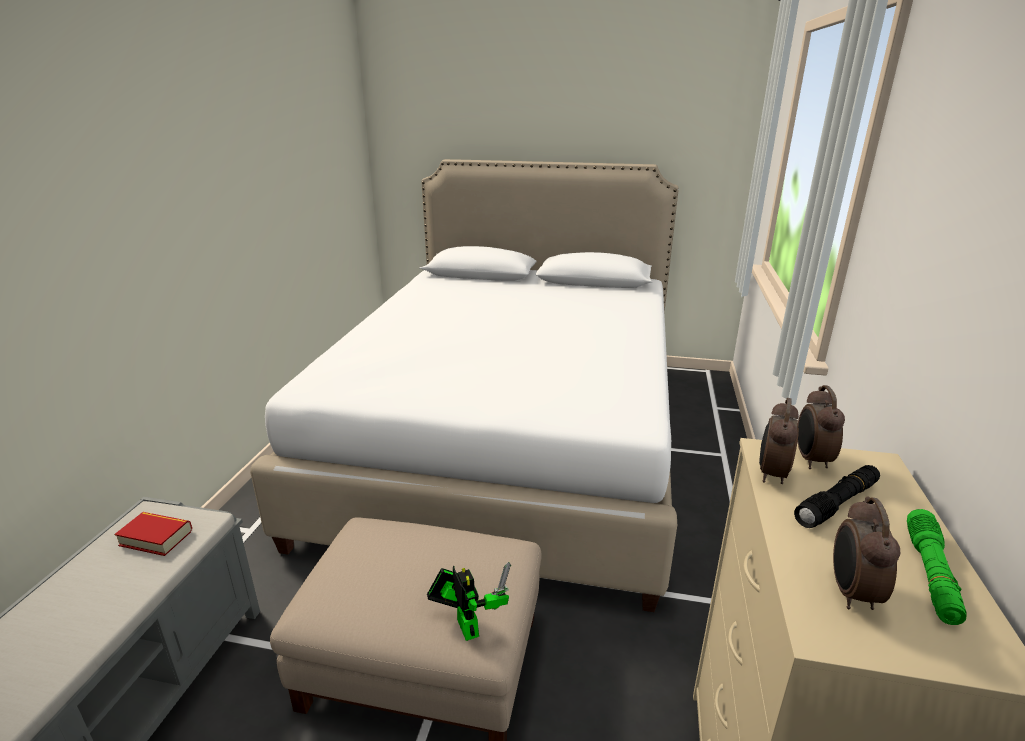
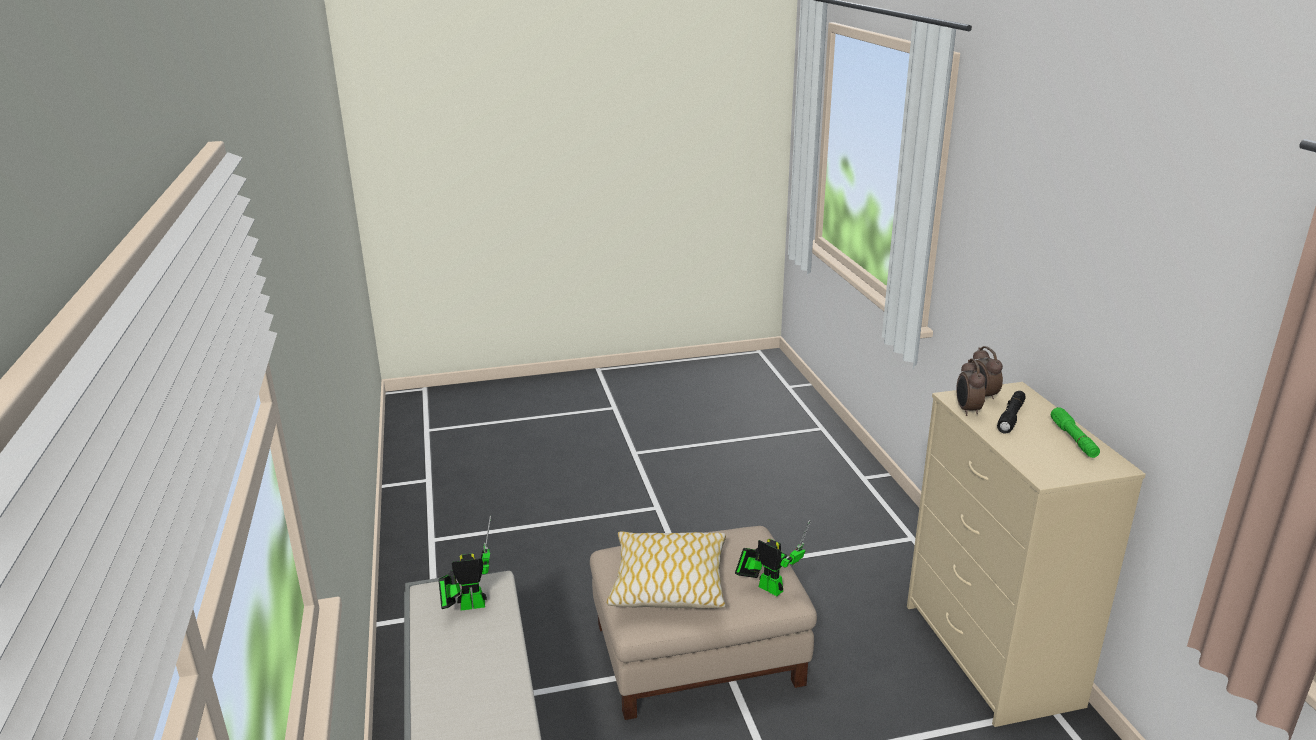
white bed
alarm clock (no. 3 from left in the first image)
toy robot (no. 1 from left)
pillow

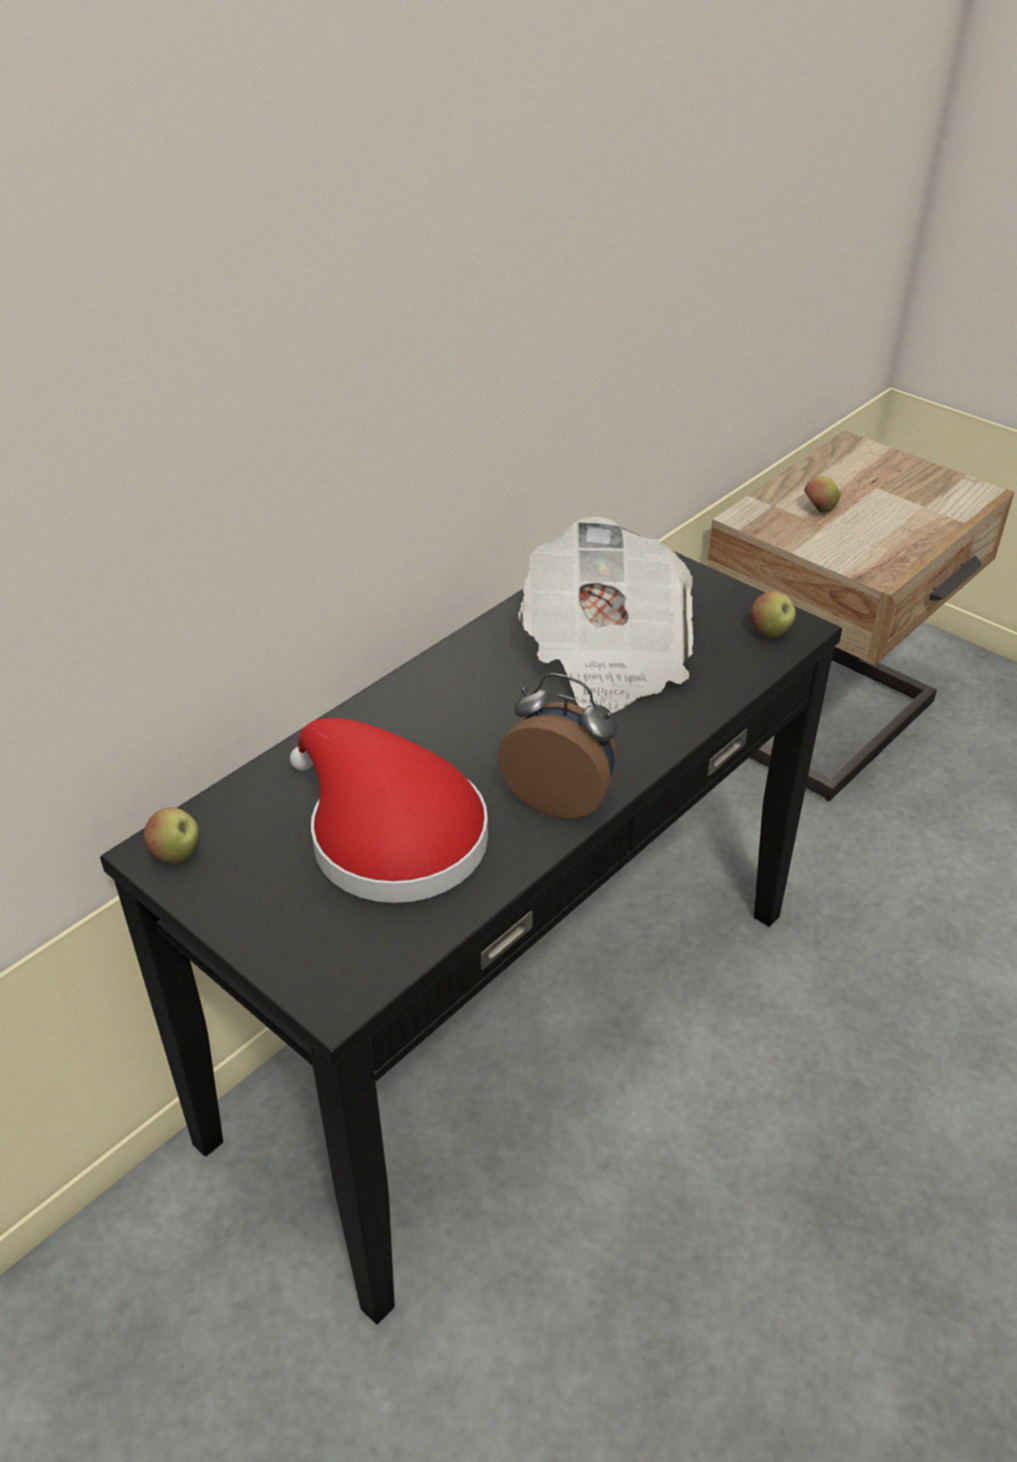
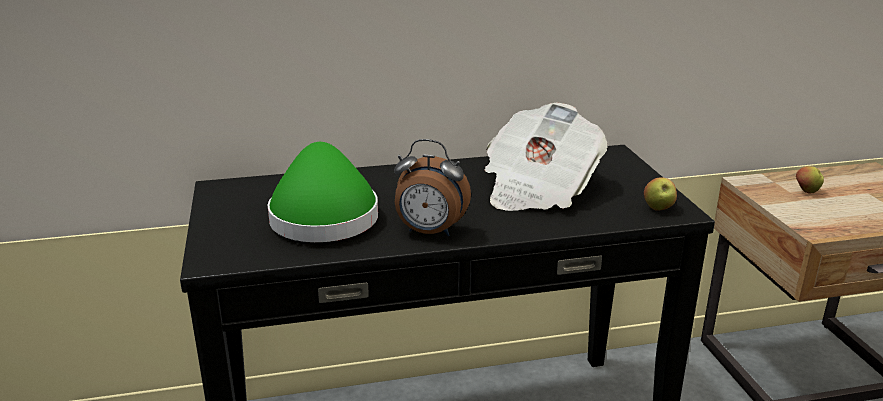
alarm clock
green hat
apple (no. 1 from left in the first image)

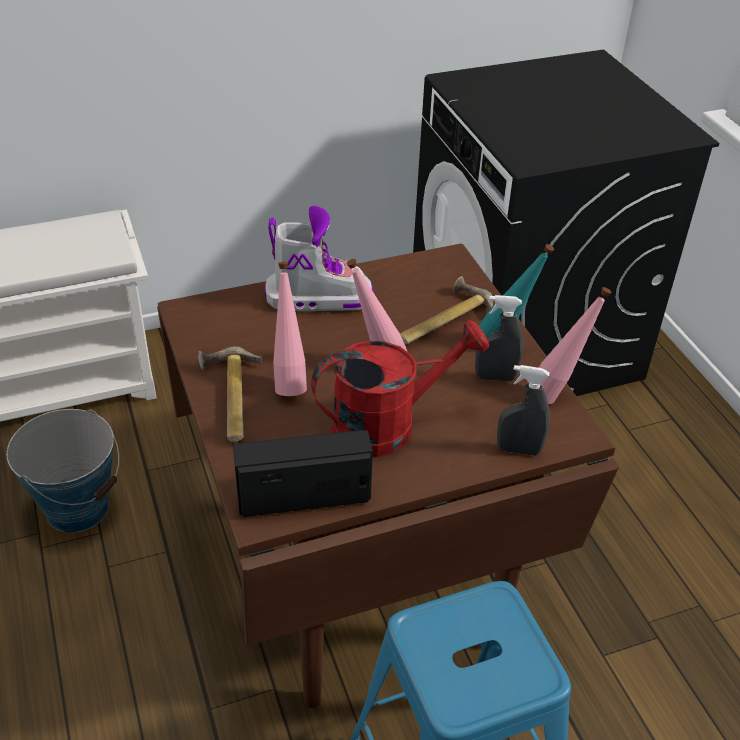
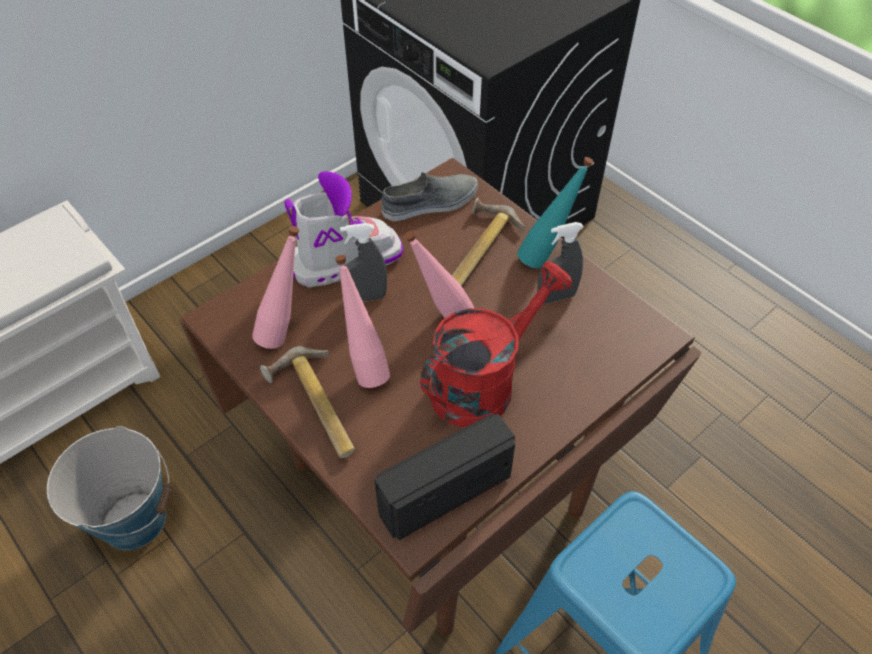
pink bottle (no. 1 from left)
grey spray bottle (no. 1 from left)
grey shoe

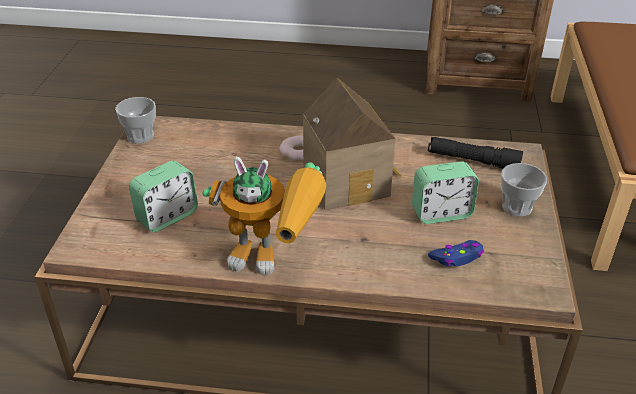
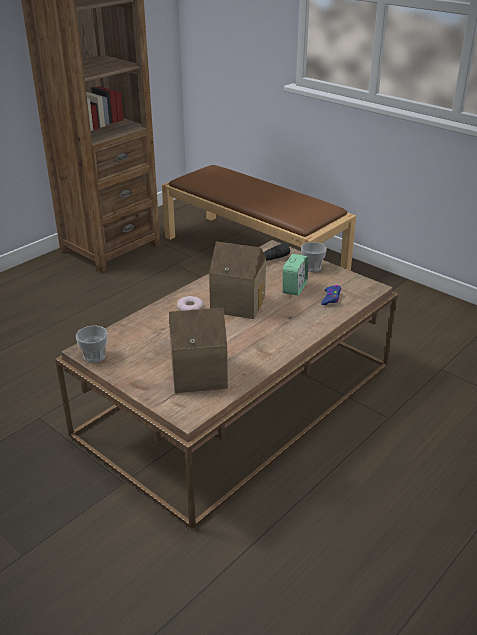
toy robot
toy house (no. 1 from left)

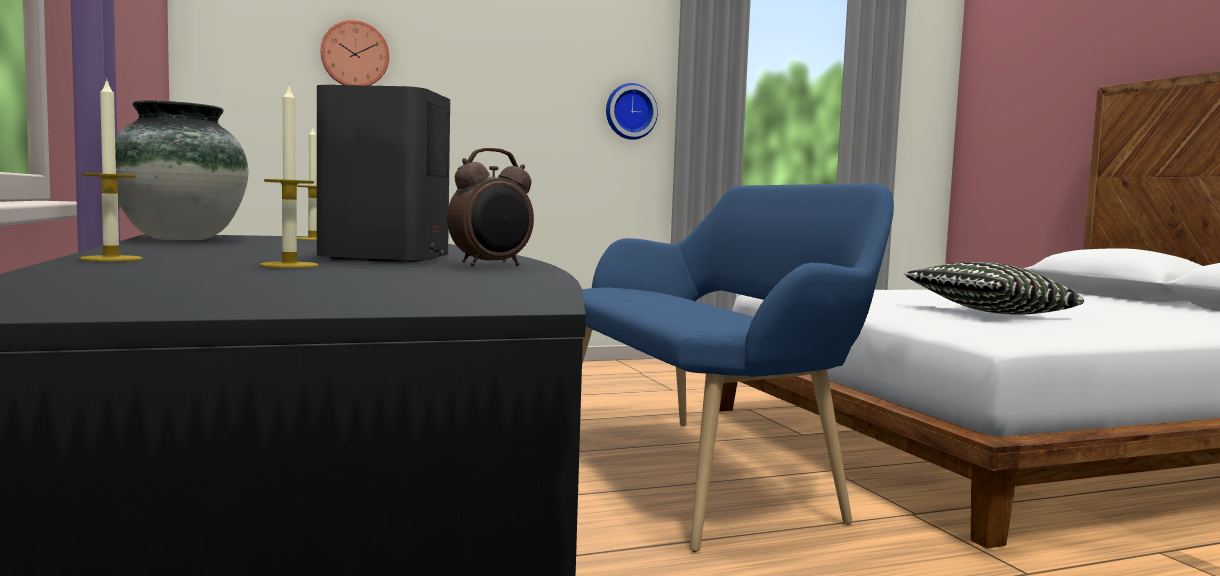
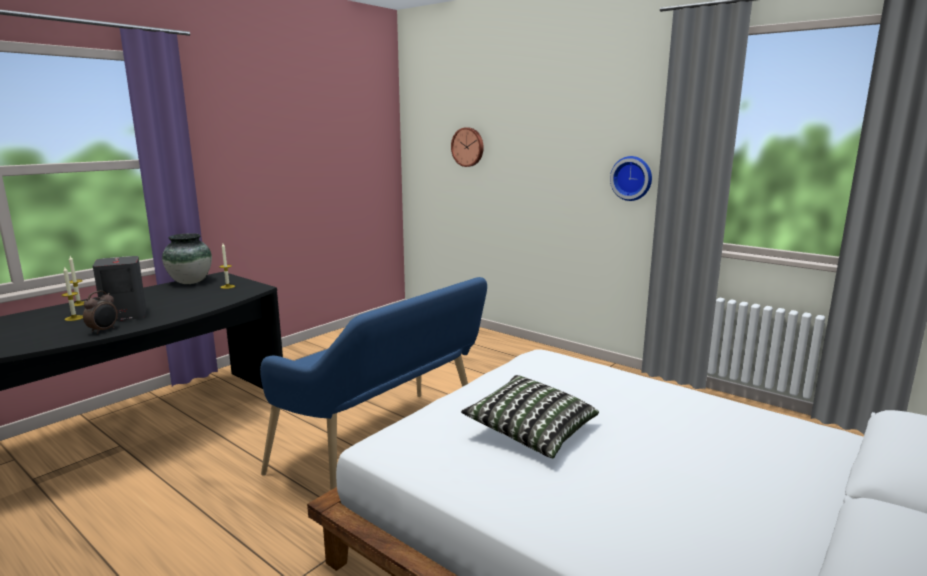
alarm clock

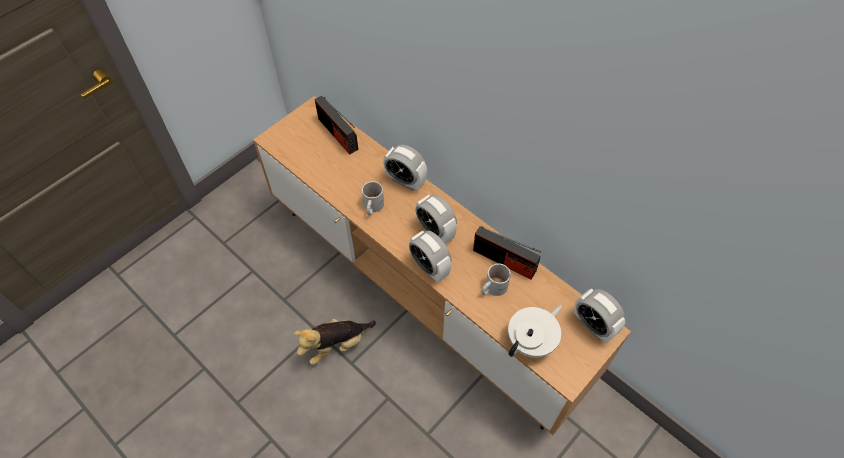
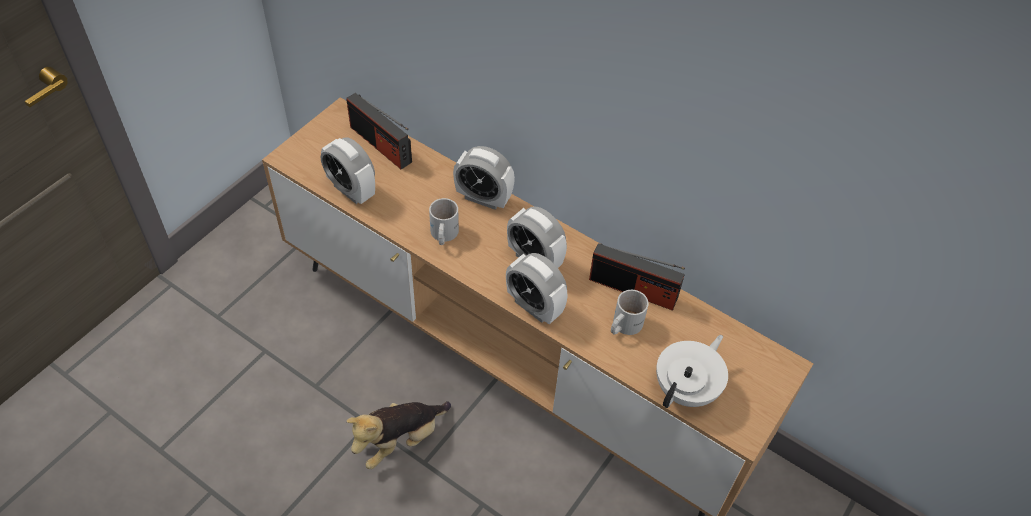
alarm clock (no. 1 from left)

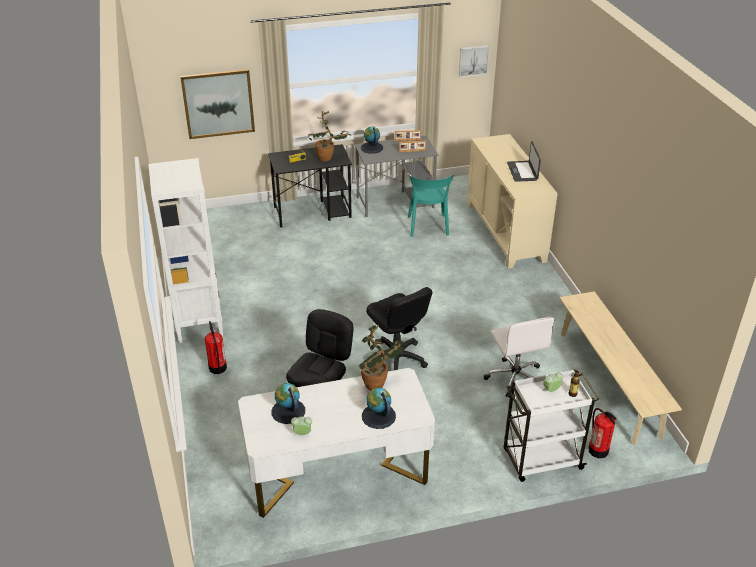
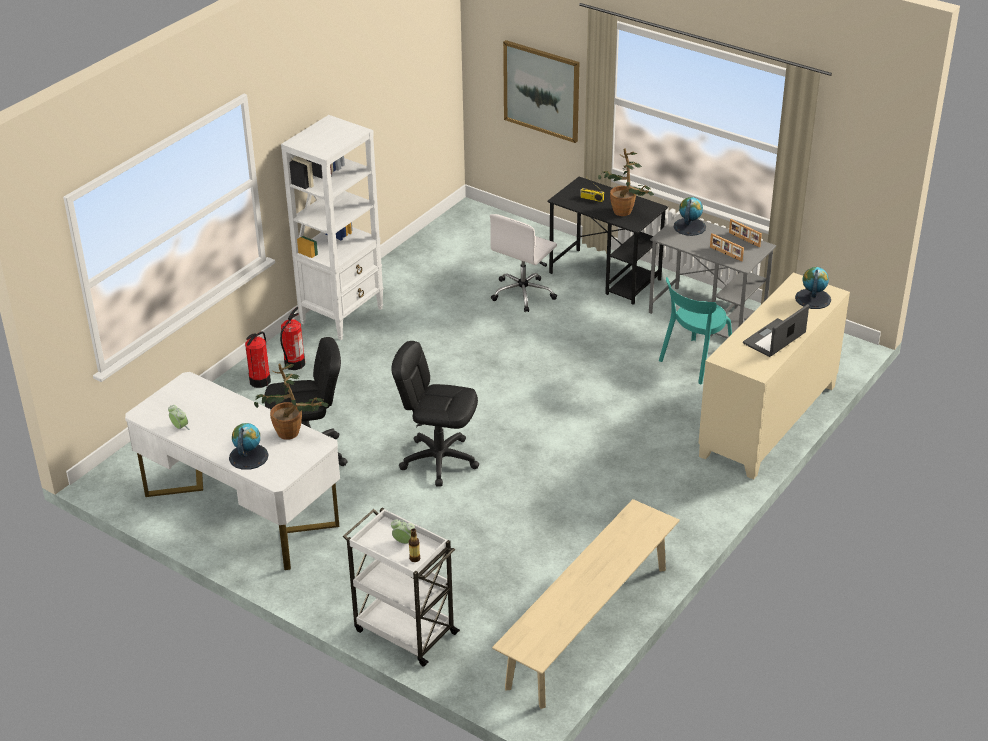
picture (no. 2 from left in the first image)
black office chair (no. 2 from left)
white office chair
globe (no. 3 from left)
fire extinguisher (no. 1 from left)

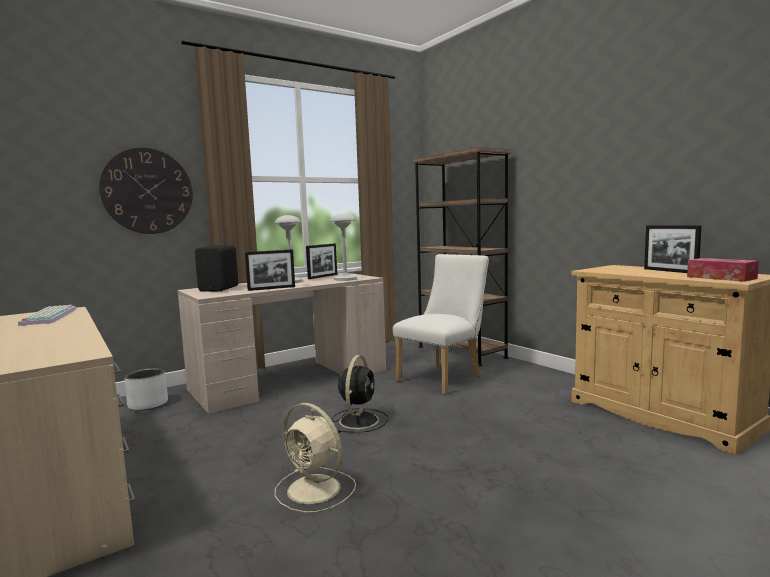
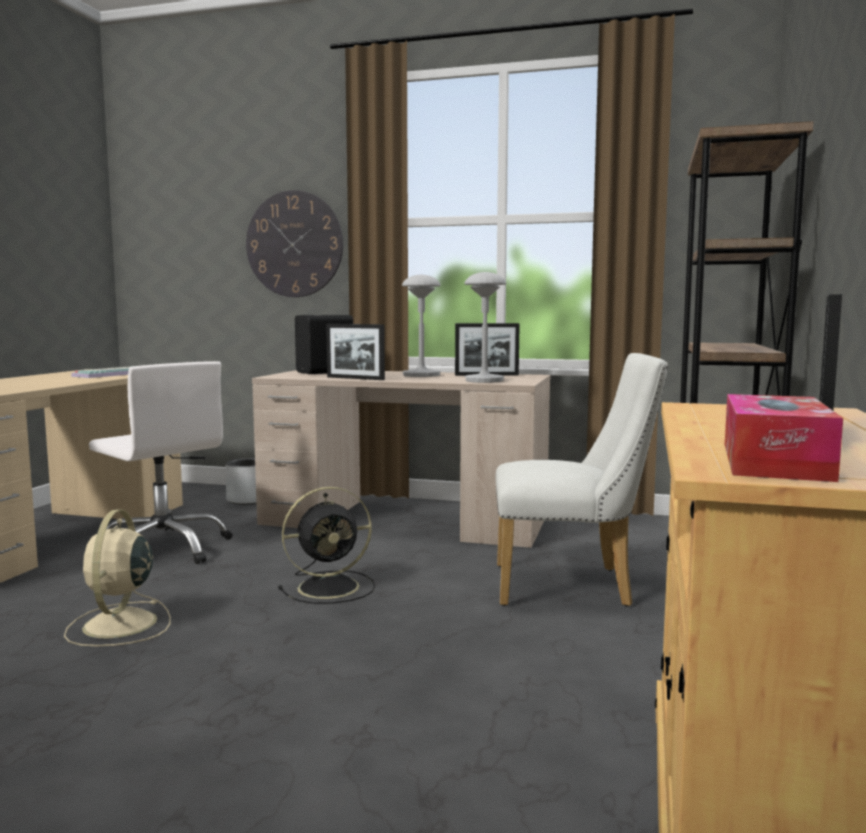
white office chair

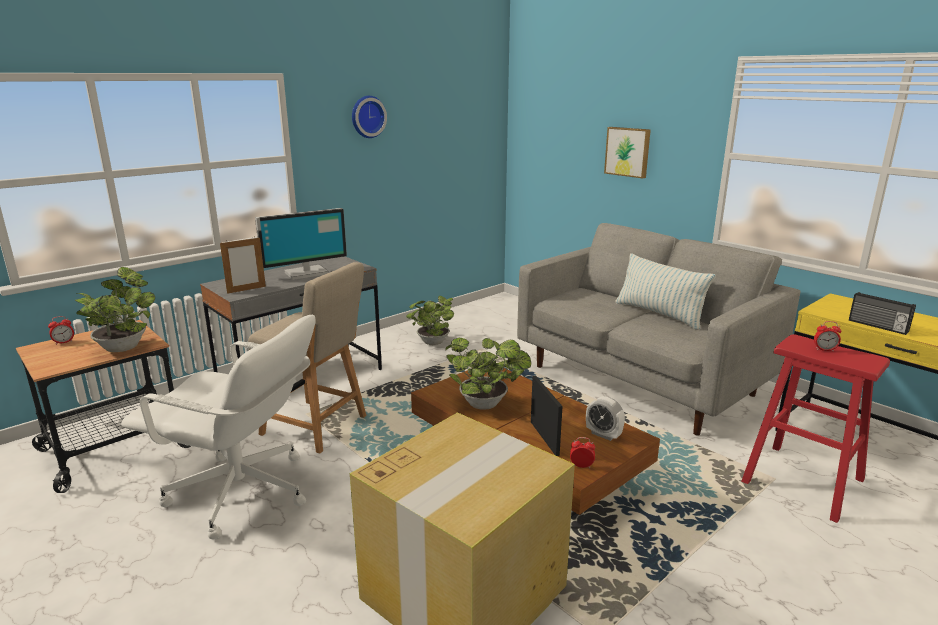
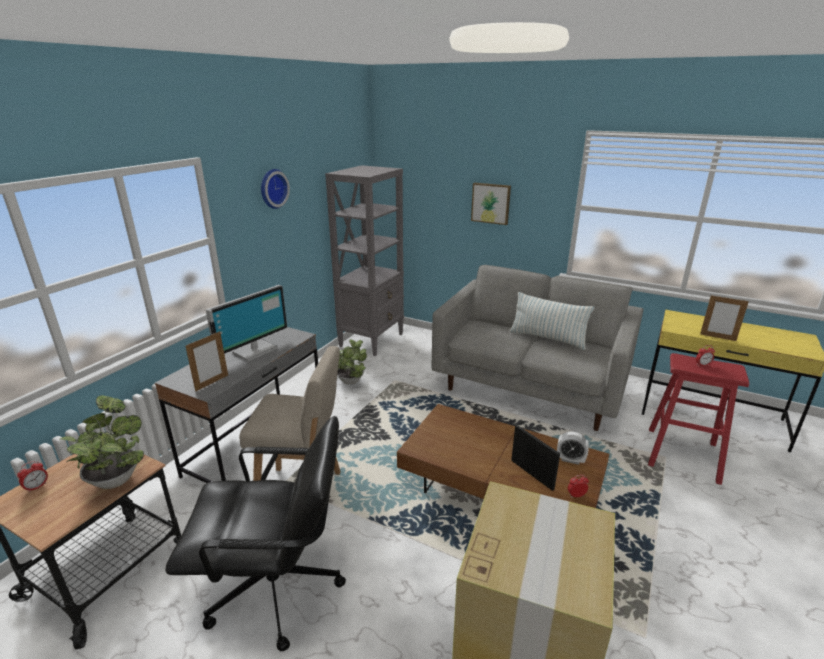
picture frame (no. 3 from left)
black office chair
potted plant (no. 3 from left in the first image)
grey bookcase

